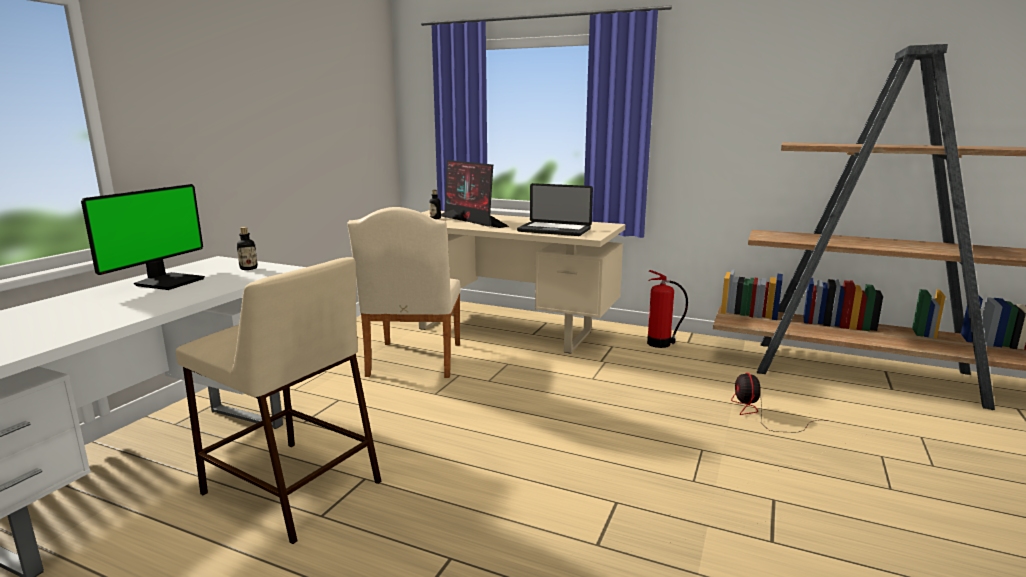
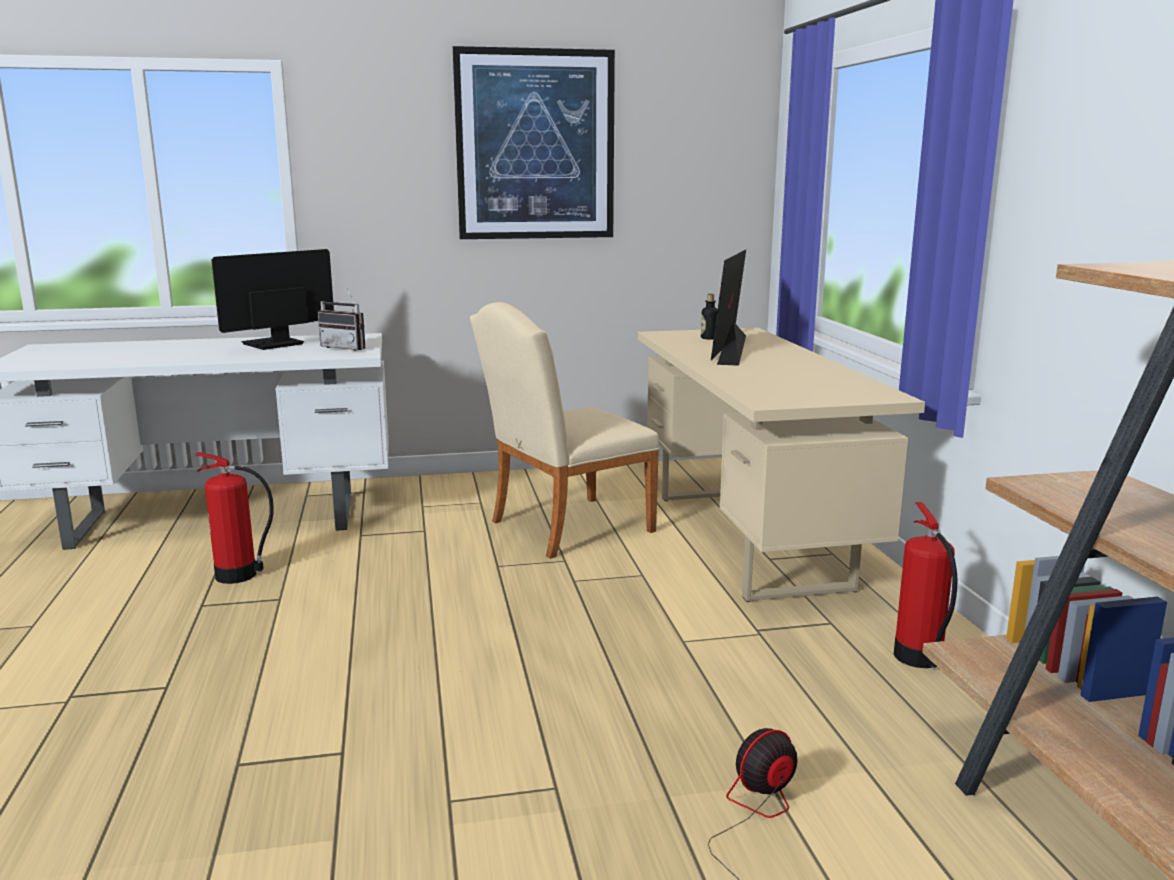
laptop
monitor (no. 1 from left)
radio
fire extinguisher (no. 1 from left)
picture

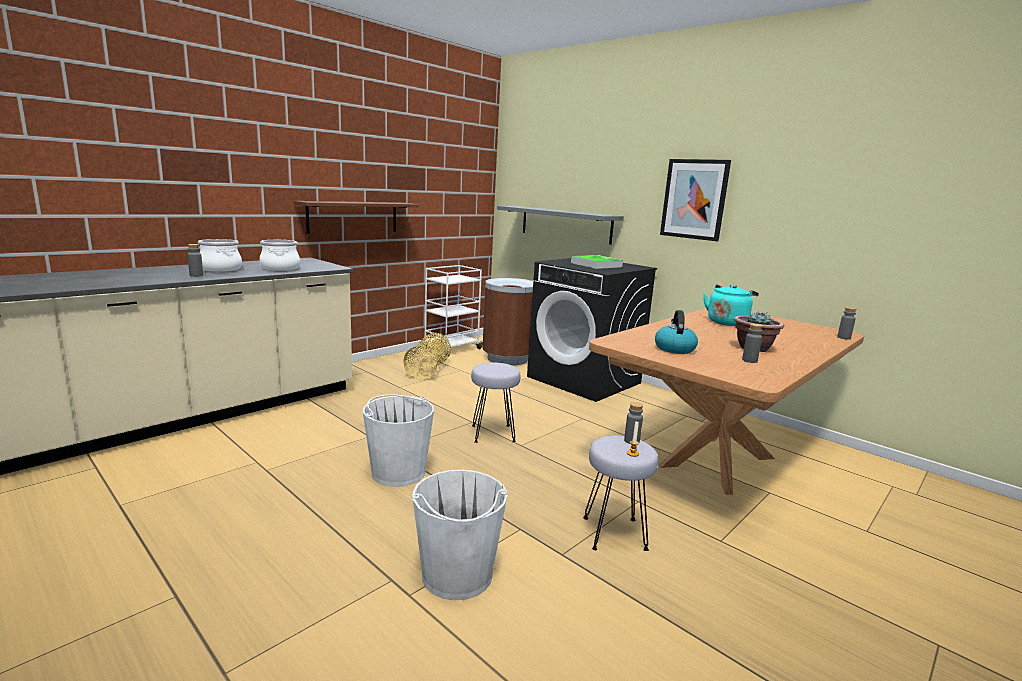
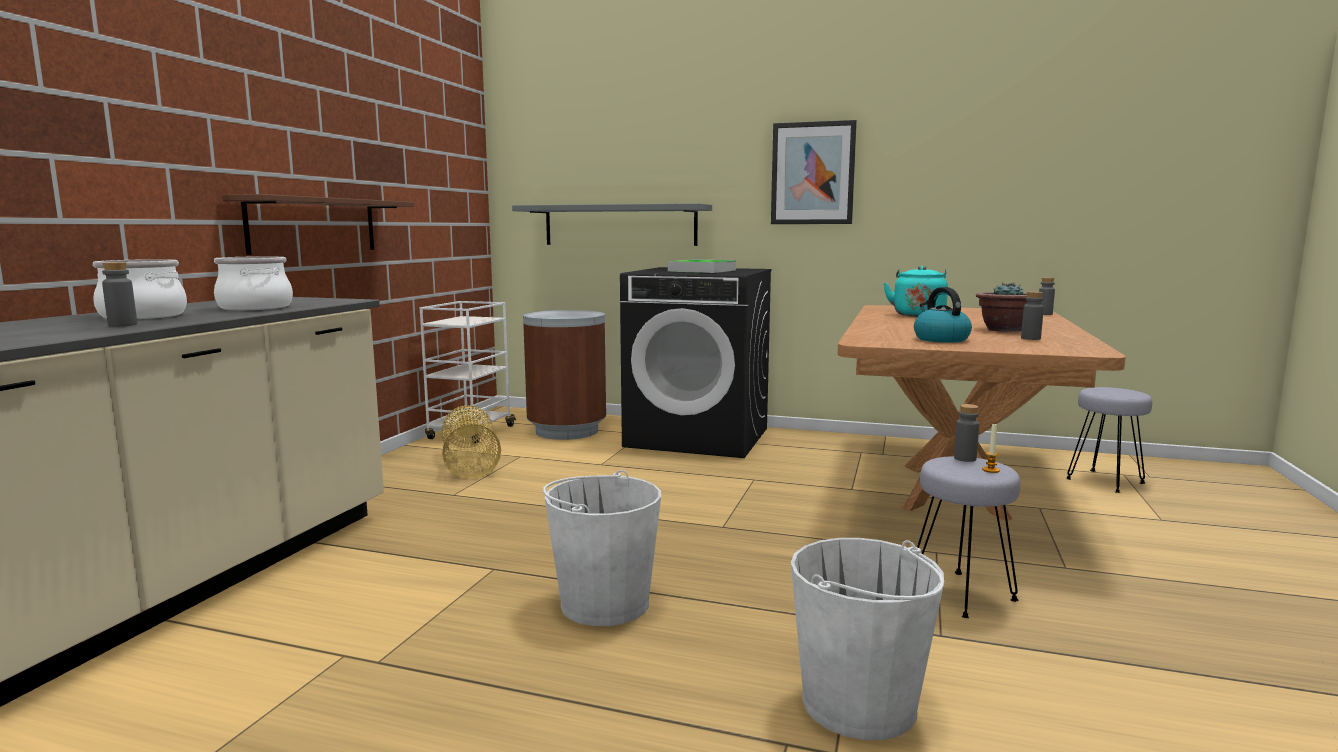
grey stool (no. 2 from left)

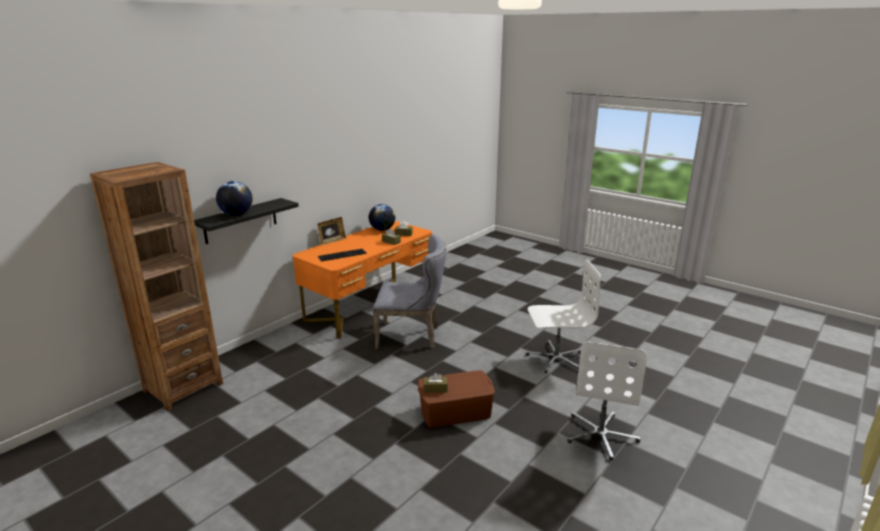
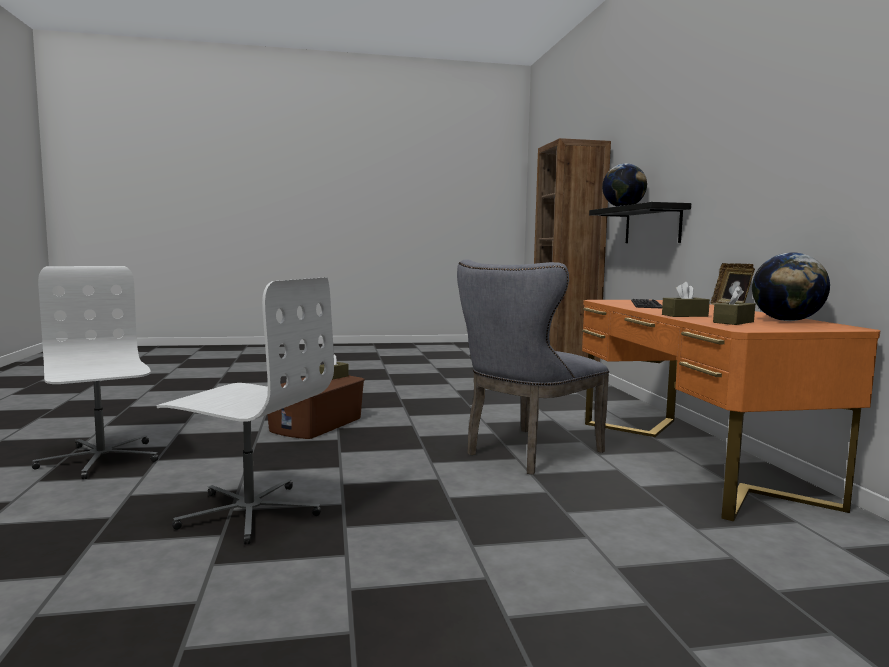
white office chair (no. 2 from left)

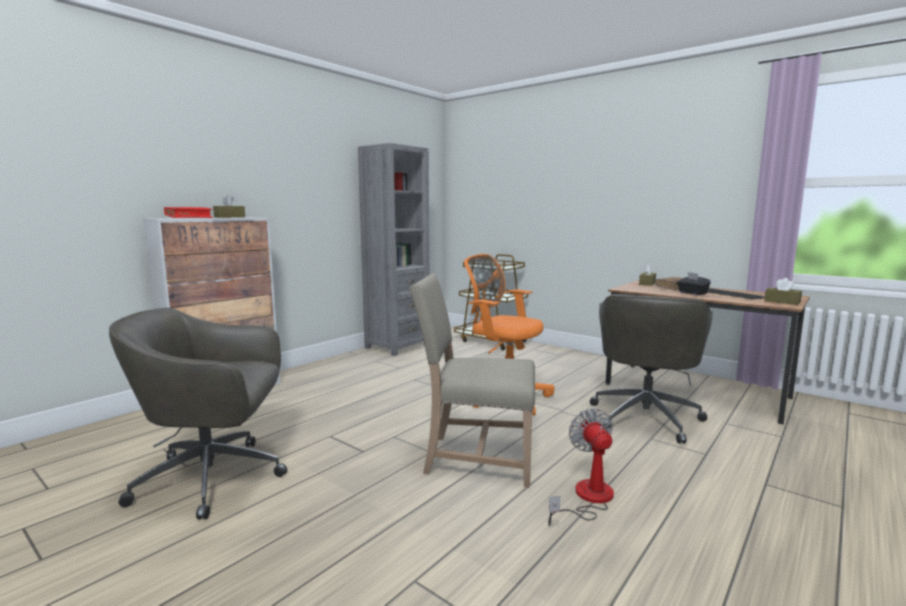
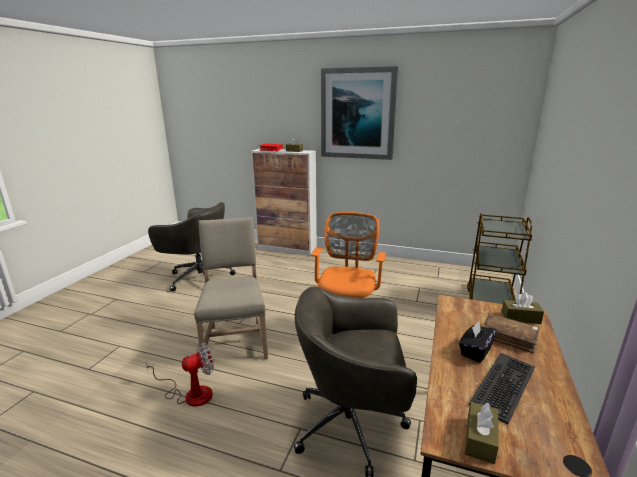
grey bookcase
grey office chair (no. 1 from left)
picture

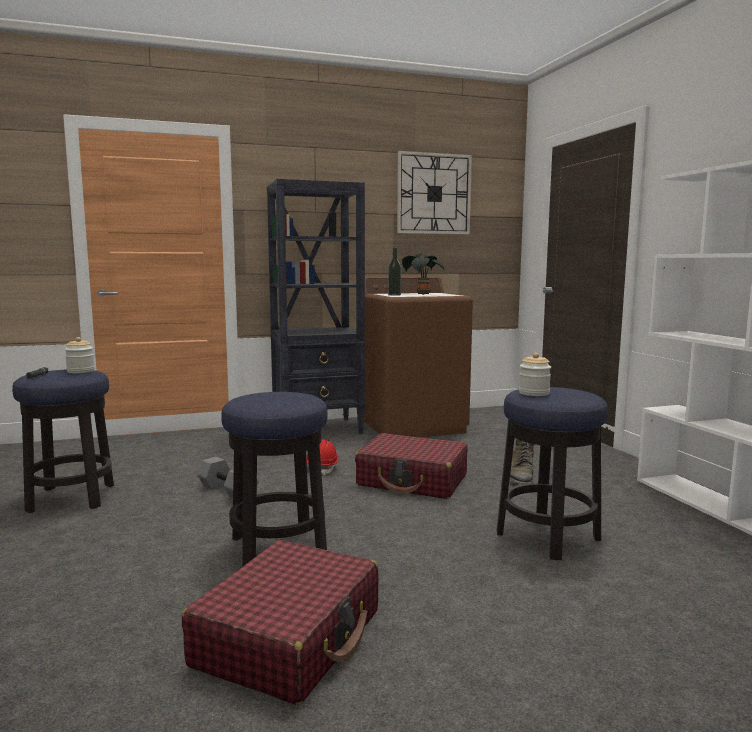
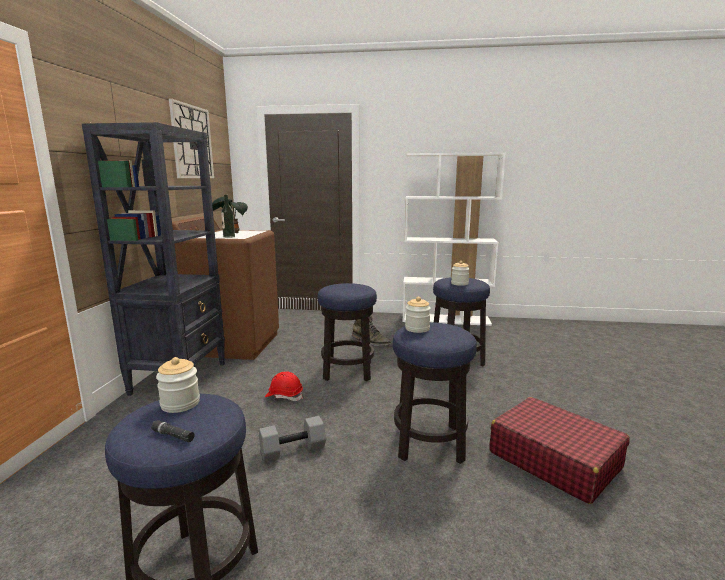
stool (no. 2 from left)
jar (no. 2 from left)

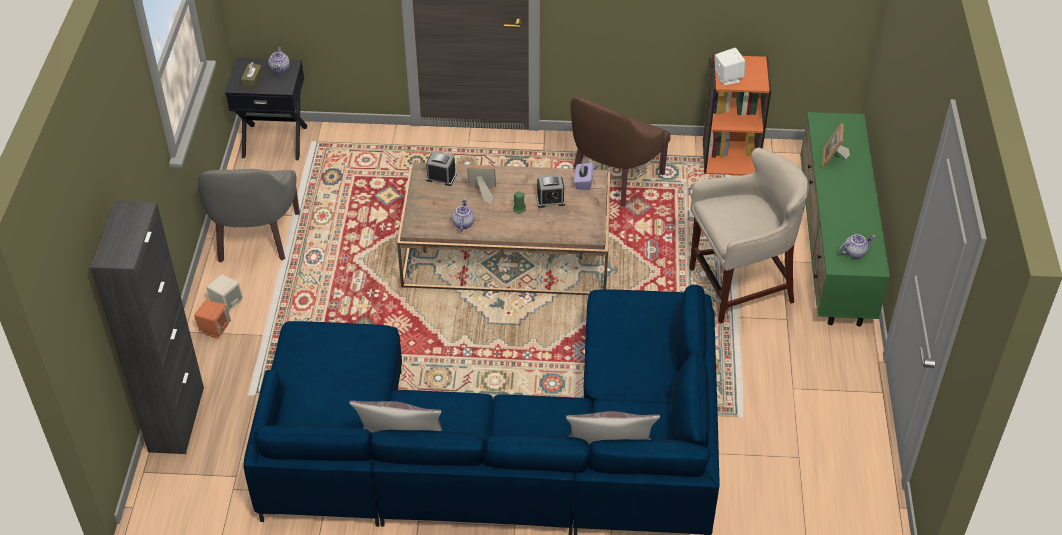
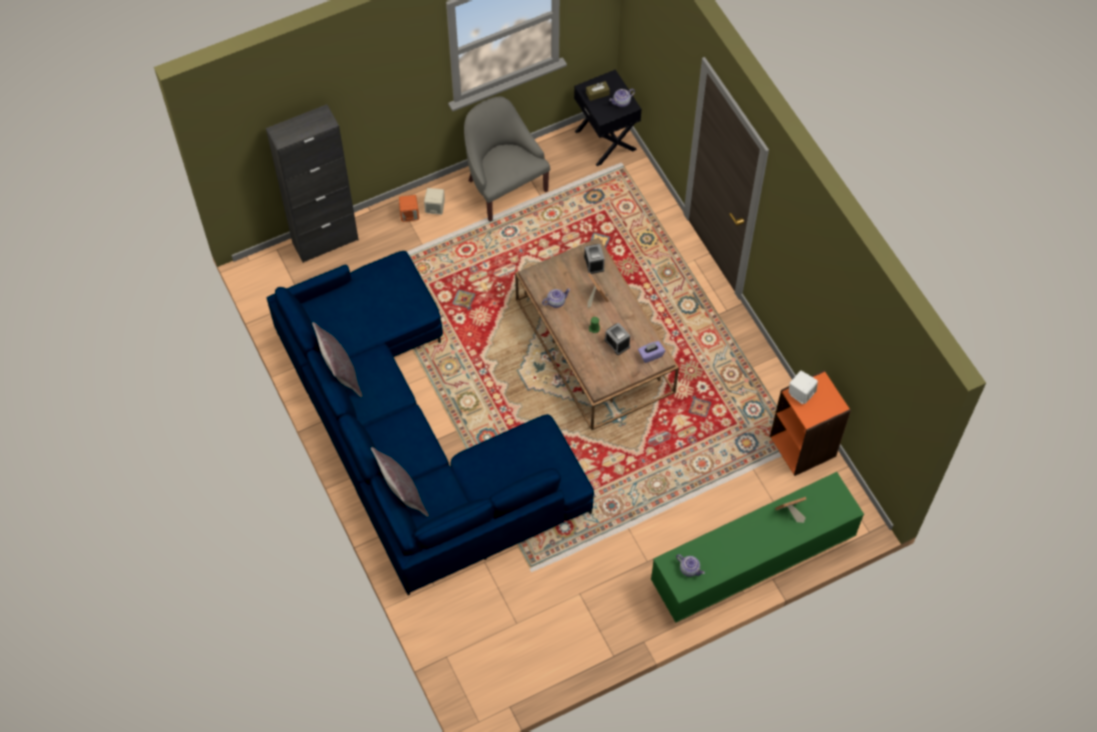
brown armchair
beige stool
grey armchair

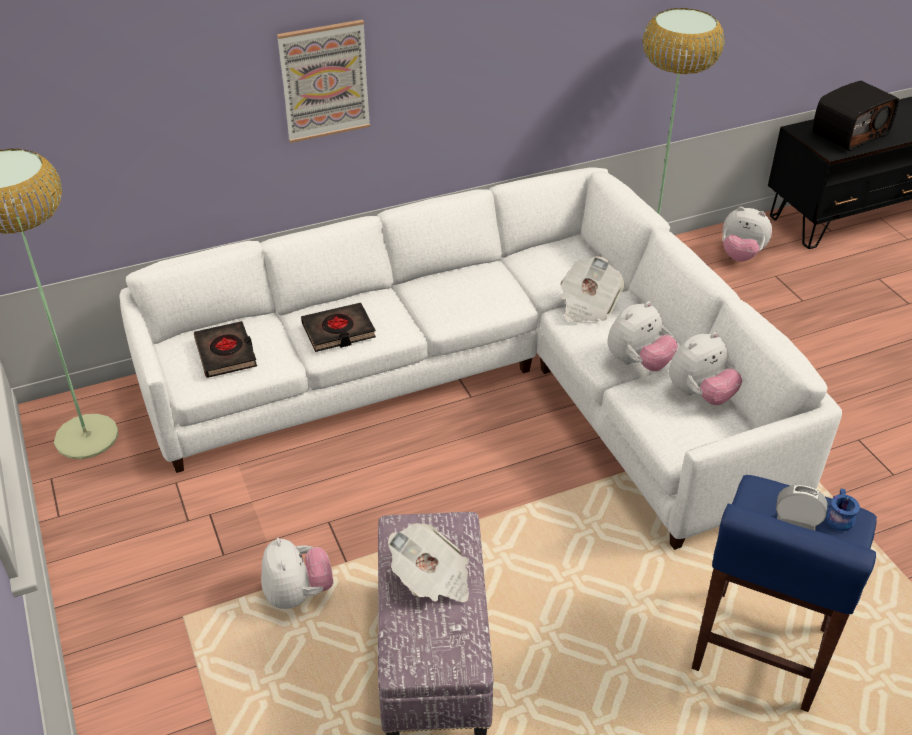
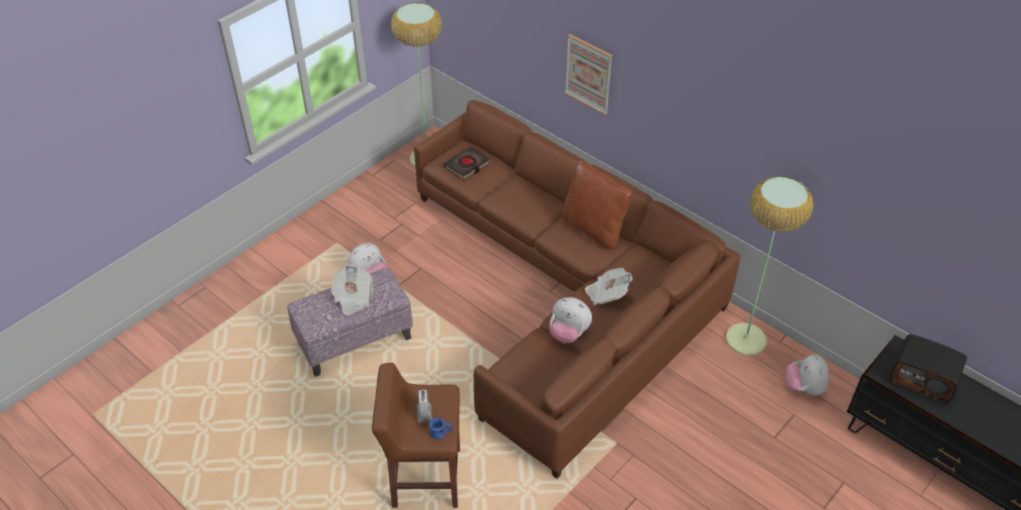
brown sofa
black book (no. 2 from left in the first image)
plush toy (no. 3 from left in the first image)
brown stool
brown pillow

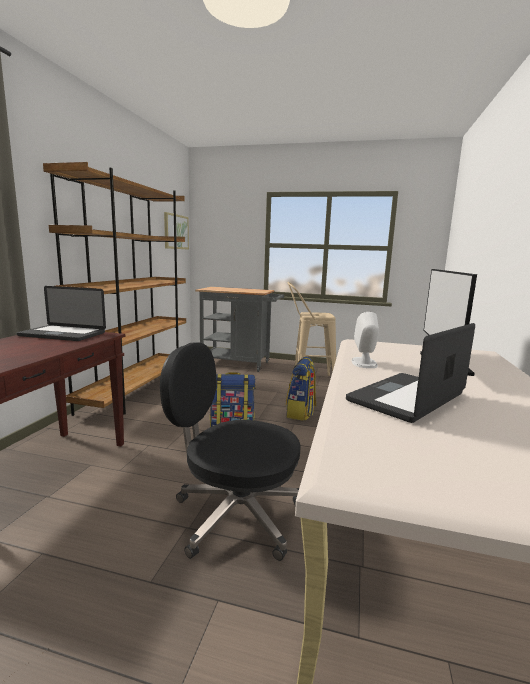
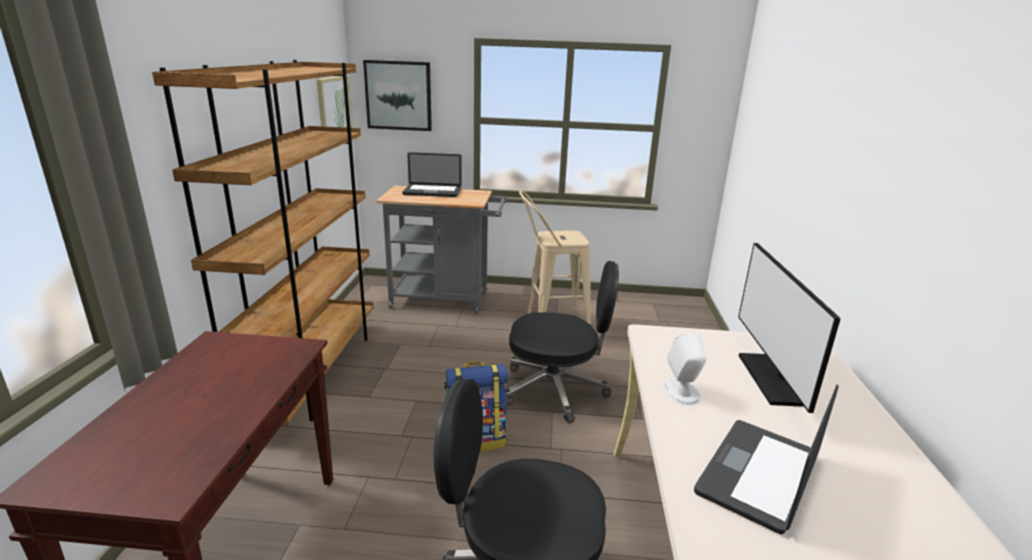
laptop (no. 1 from left)
black office chair (no. 2 from left)
picture (no. 2 from left)

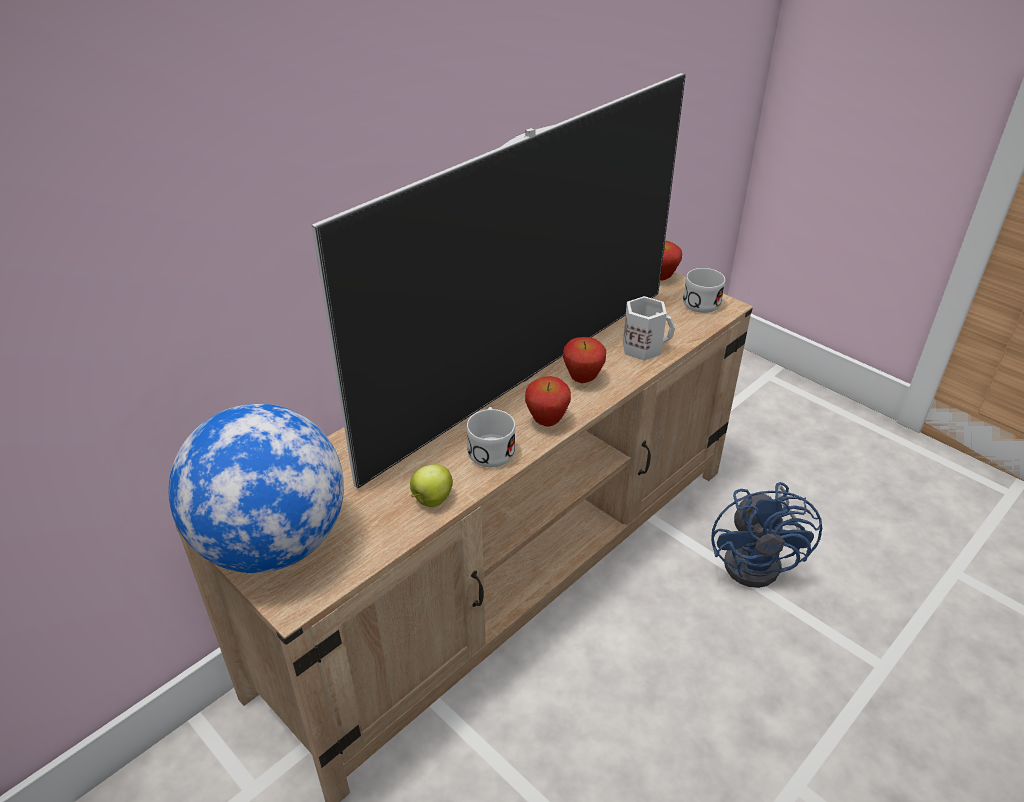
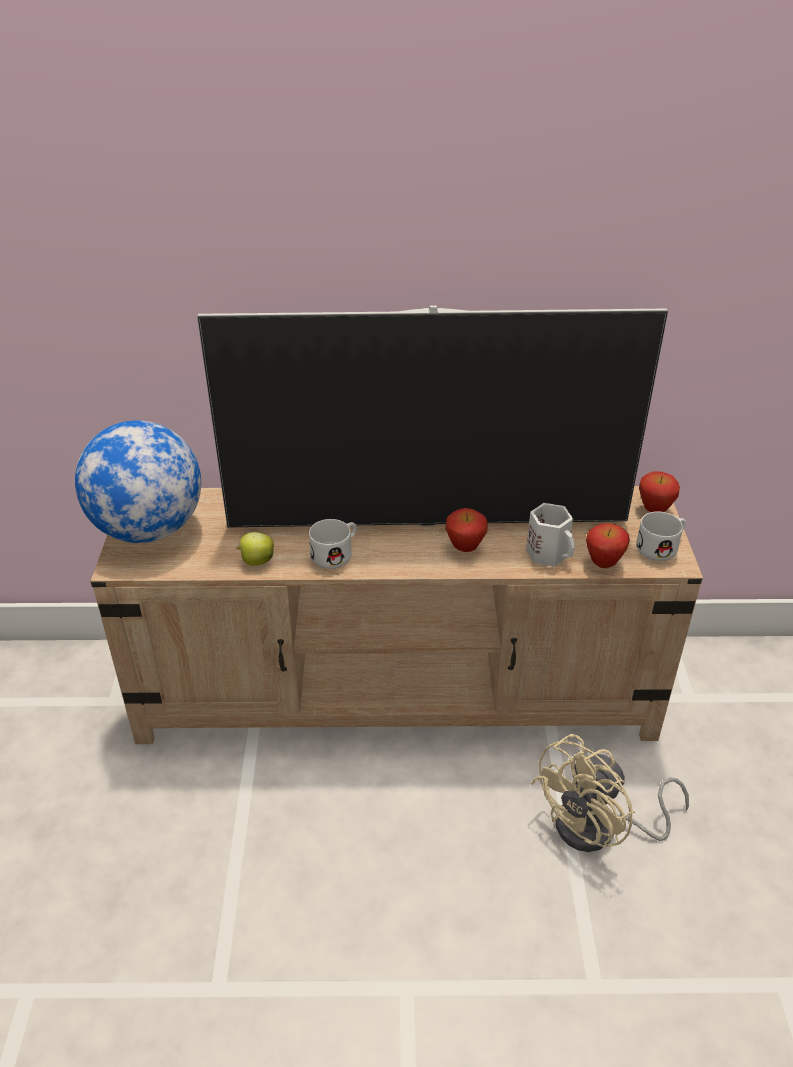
apple (no. 3 from left)
beige fan

